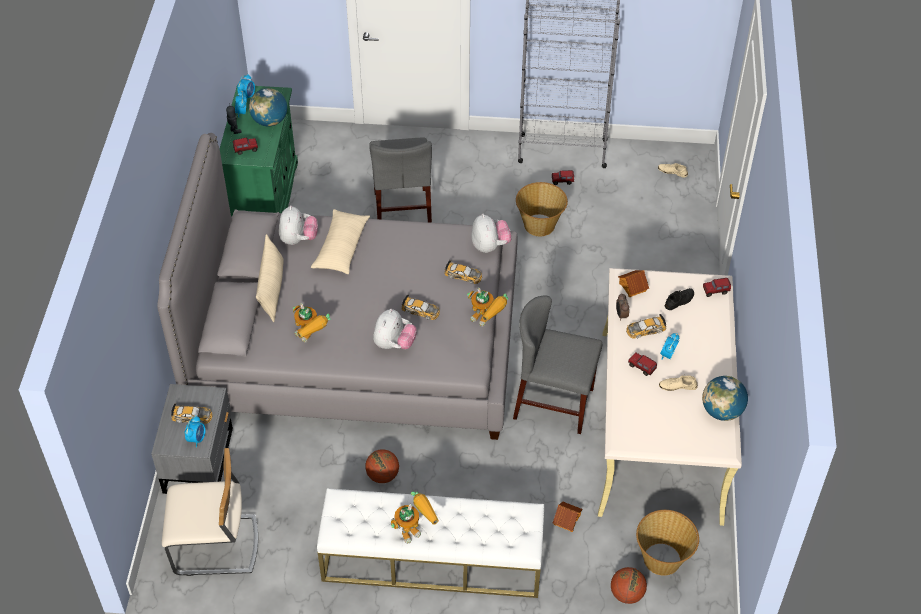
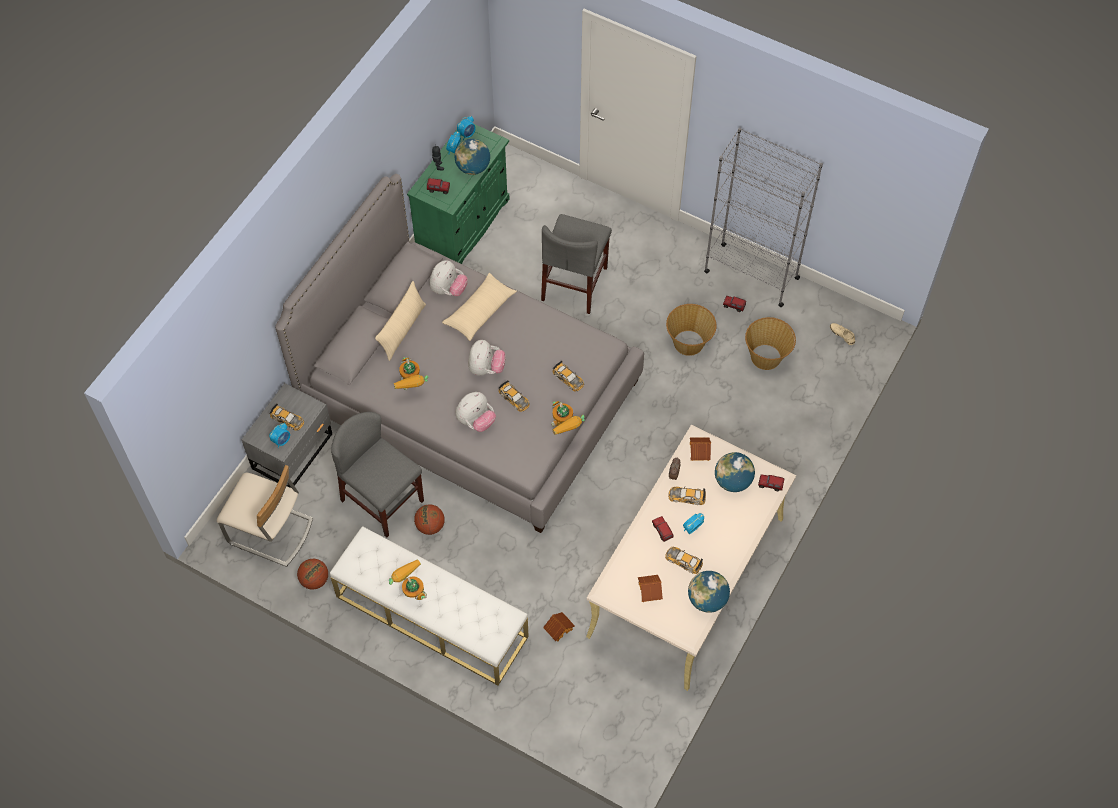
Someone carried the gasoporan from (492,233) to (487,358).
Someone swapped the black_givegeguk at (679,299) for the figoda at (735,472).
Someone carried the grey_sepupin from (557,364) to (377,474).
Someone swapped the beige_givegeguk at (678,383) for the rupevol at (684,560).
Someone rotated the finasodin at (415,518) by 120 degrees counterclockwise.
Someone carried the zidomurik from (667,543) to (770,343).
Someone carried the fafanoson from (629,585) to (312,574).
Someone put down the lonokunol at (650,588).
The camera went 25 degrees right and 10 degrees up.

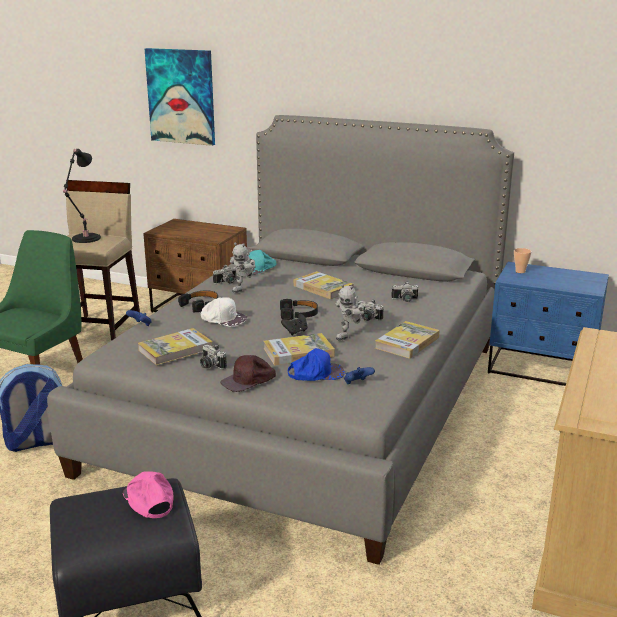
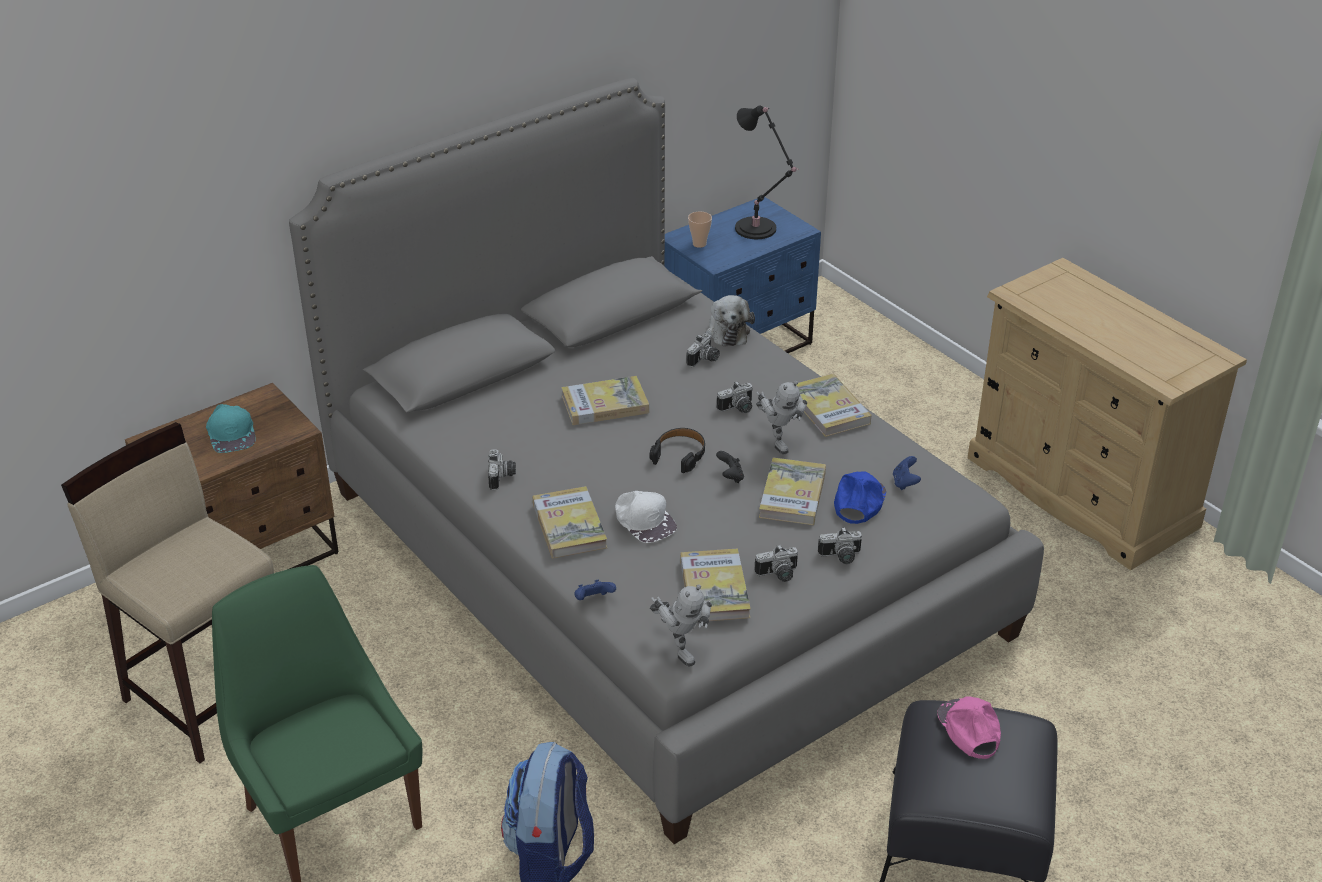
Someone took away the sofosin at (180,97).
Someone carried the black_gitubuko from (82,196) to (767,172).
Someone carried the finasodin from (243,268) to (681,625).
Someone carried the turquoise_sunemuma from (262,262) to (230,428).
Someone swapped the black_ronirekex at (198,301) for the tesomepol at (569,522).
Someone rotated the white_sunemuma at (224,312) by 90 degrees clockwise.
Someone swapped the brown_sunemuma at (248,373) for the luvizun at (840,545).
Someone rotated the pink_sunemuma at (148,494) by 75 degrees clockwise.
Someone put down the gasoporan at (730,321).
The camera went 60 degrees left and 15 degrees up.

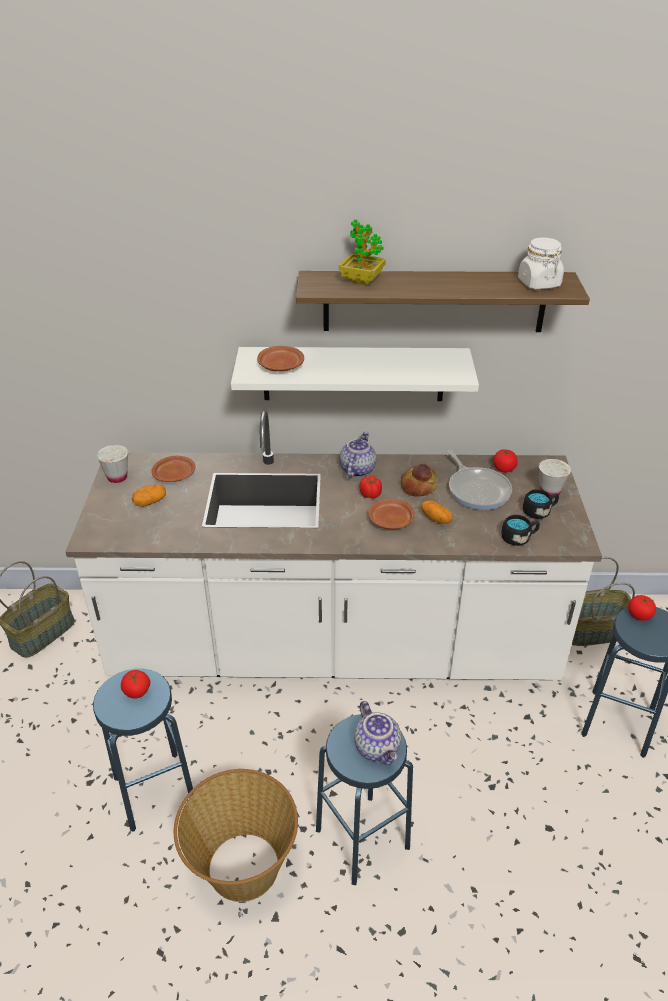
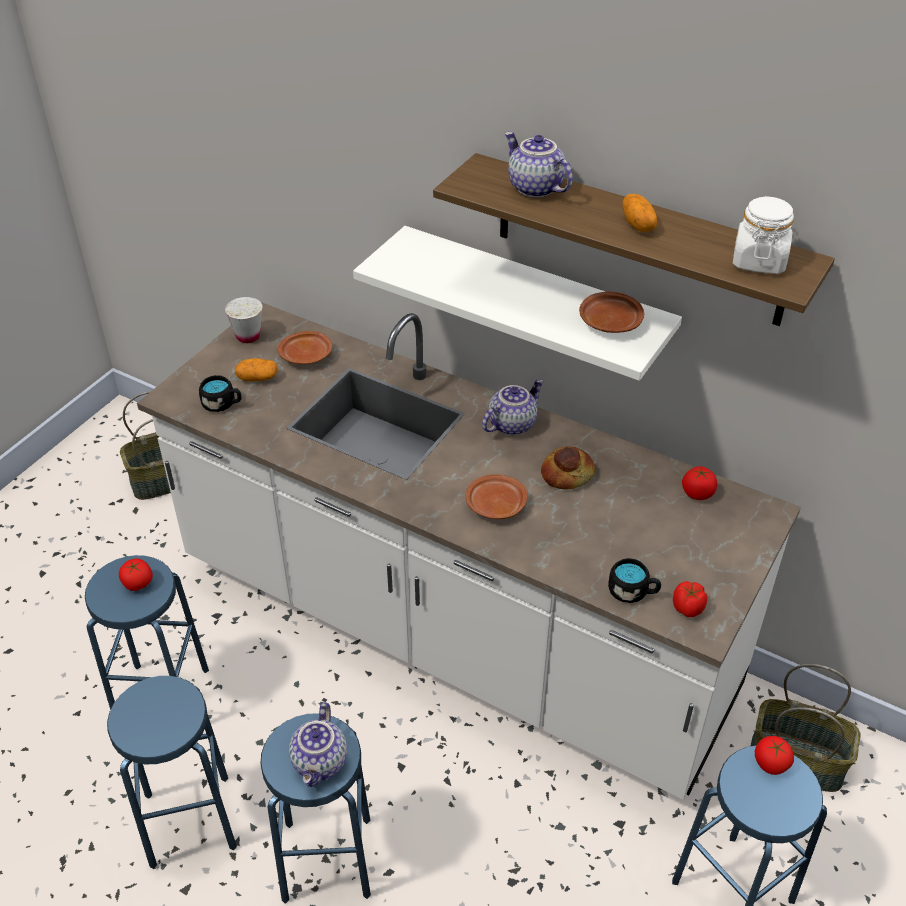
Someone swapped the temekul at (362,252) for the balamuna at (538,165).
Someone carried the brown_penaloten from (280,358) to (611,312).
Someone took away the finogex at (479,480).
Someone took away the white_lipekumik at (555,478).
Someone carried the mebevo from (370,487) to (690,599).
Someone carried the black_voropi from (541,504) to (220,393).
Someone carried the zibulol from (437,512) to (640,213).
Someone swapped the zidomurik at (236,835) for the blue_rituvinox at (172,772).
The camera went 30 degrees right and 5 degrees up.

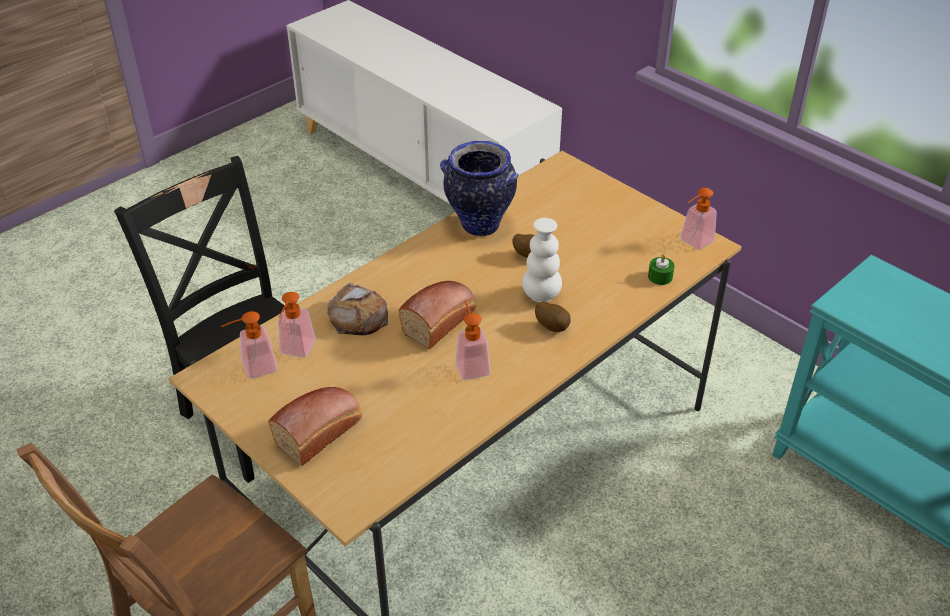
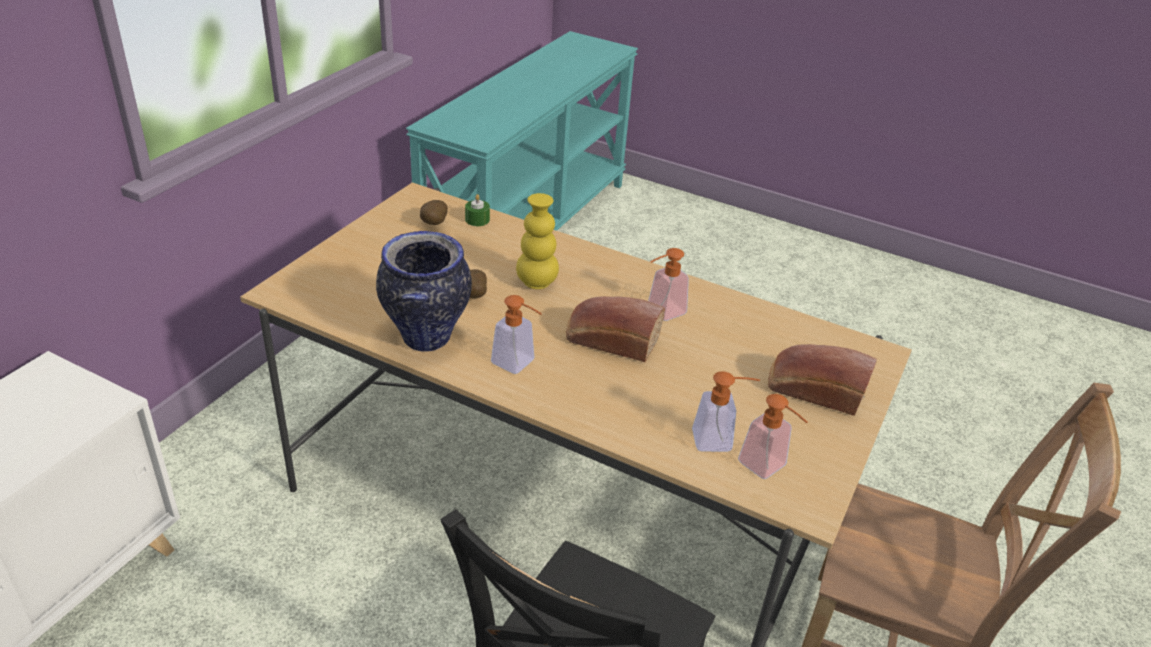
Someone carried the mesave from (698,219) to (516,334).
Someone repainted the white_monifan at (542,260), which became the yellow_monifan at (537,241).
Someone took away the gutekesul at (357,309).
Someone carried the zibulol from (553,316) to (434,212).
The camera went 110 degrees left and 5 degrees down.

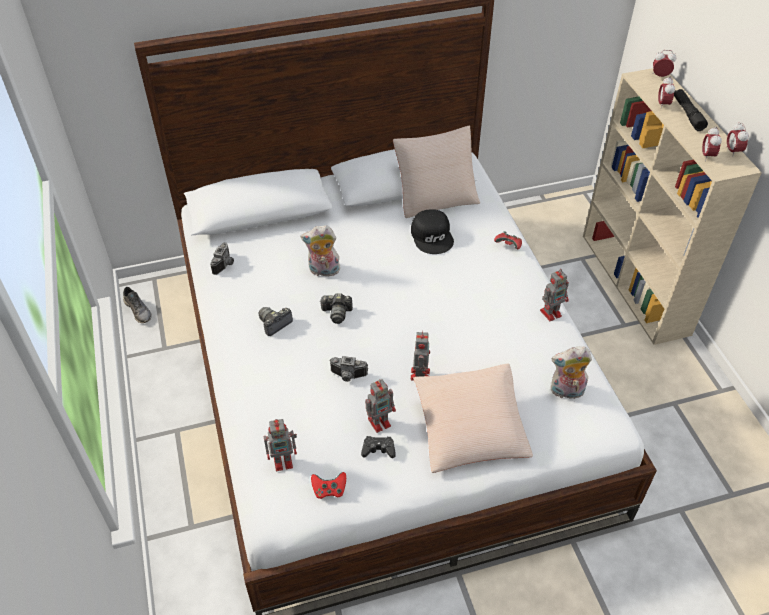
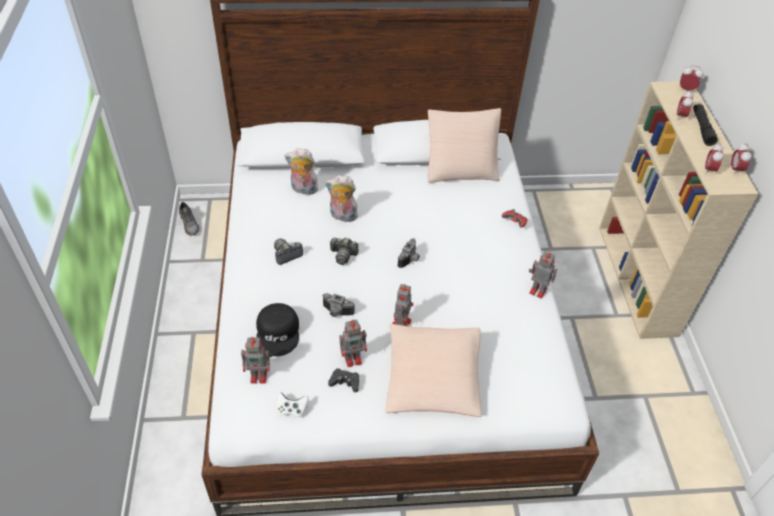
Someone carried the black_sunemuma from (432,231) to (277,329).
Someone carried the luvizun from (222,258) to (408,253).
Someone rotated the finasodin at (554,295) by 135 degrees counterclockwise.
Someone carried the gasoporan from (571,373) to (301,172).
Someone repainted the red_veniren at (328,485), which became the white_veniren at (293,404).
The camera went 10 degrees right and 0 degrees up.

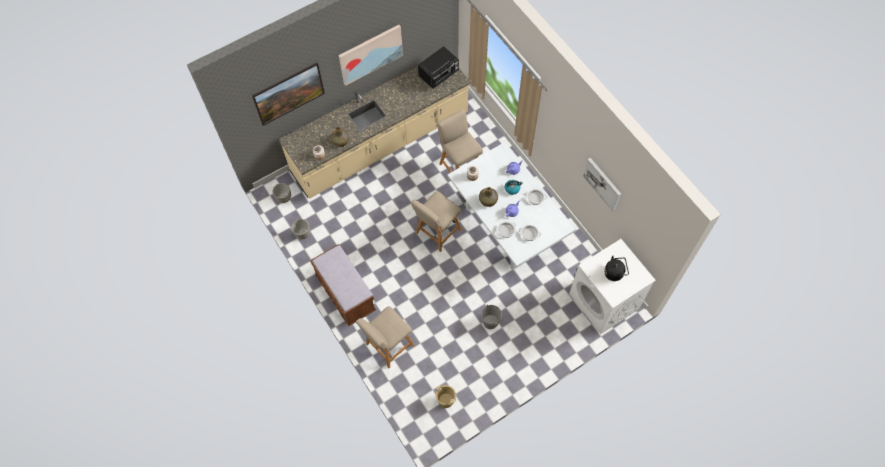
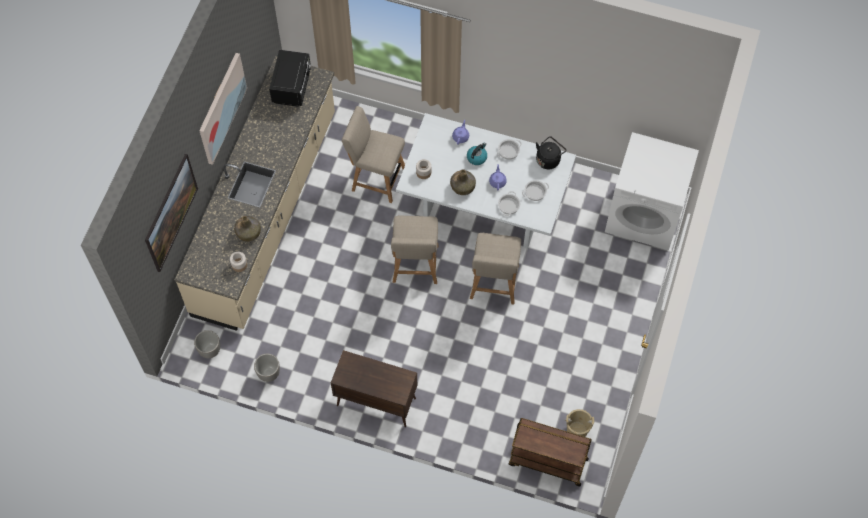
Someone took away the sofosin at (602,184).
Someone swapped the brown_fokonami at (343,285) for the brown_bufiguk at (374,388).
Someone carried the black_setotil from (616,268) to (551,152).
Someone took away the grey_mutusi at (491,317).
Someone carried the beige_sepupin from (385,337) to (495,269).
Someone put down the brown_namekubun at (550,452).
The camera went 40 degrees left and 0 degrees up.

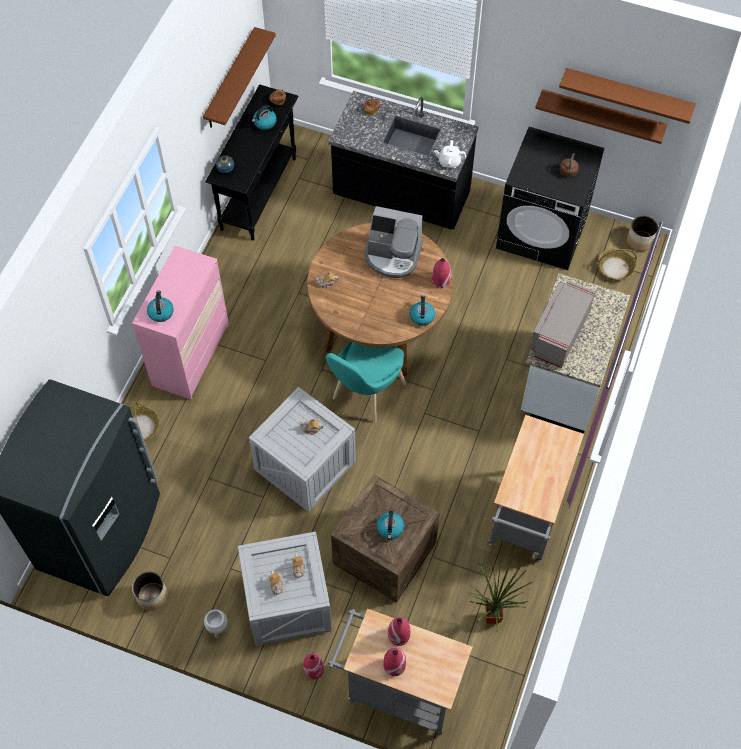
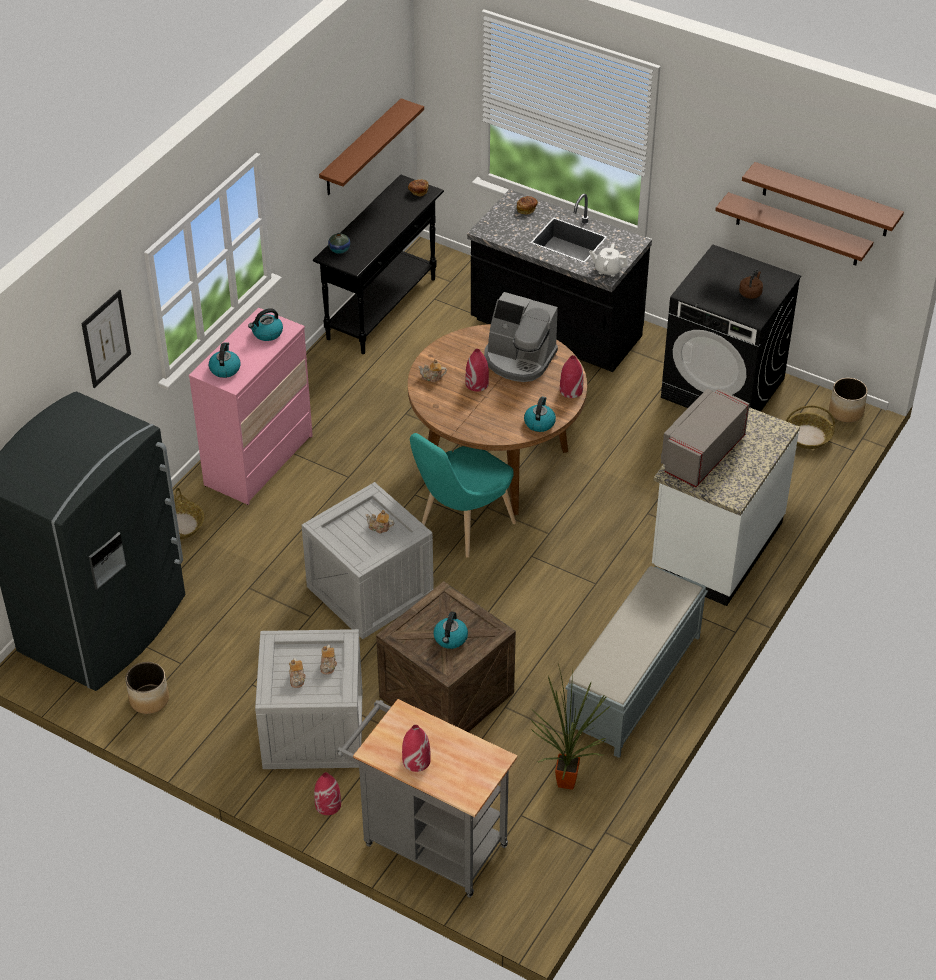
Someone carried the setotil from (264,117) to (265,324).
Someone swapped the grey_namekubun at (535,488) for the grey_fokonami at (636,662).
Someone took away the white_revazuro at (216,623).
Someone carried the red_monifan from (399,631) to (477,370).
Someone put up the sofosin at (106,339).
The camera went 10 degrees right and 15 degrees down.

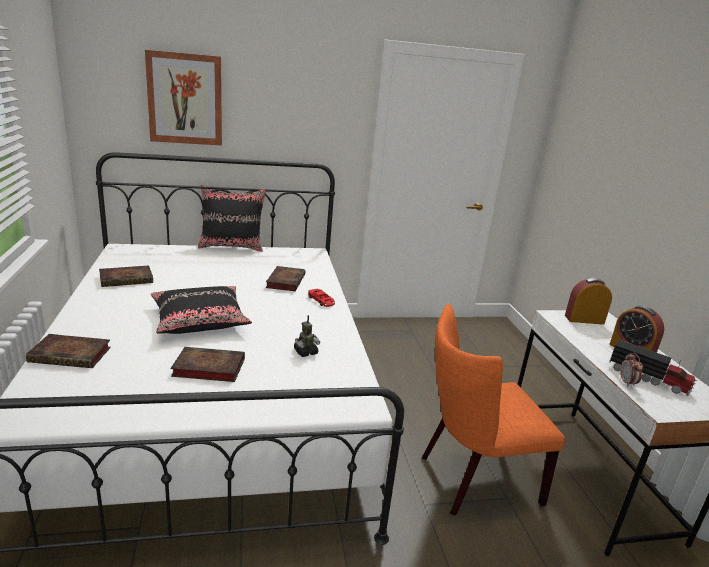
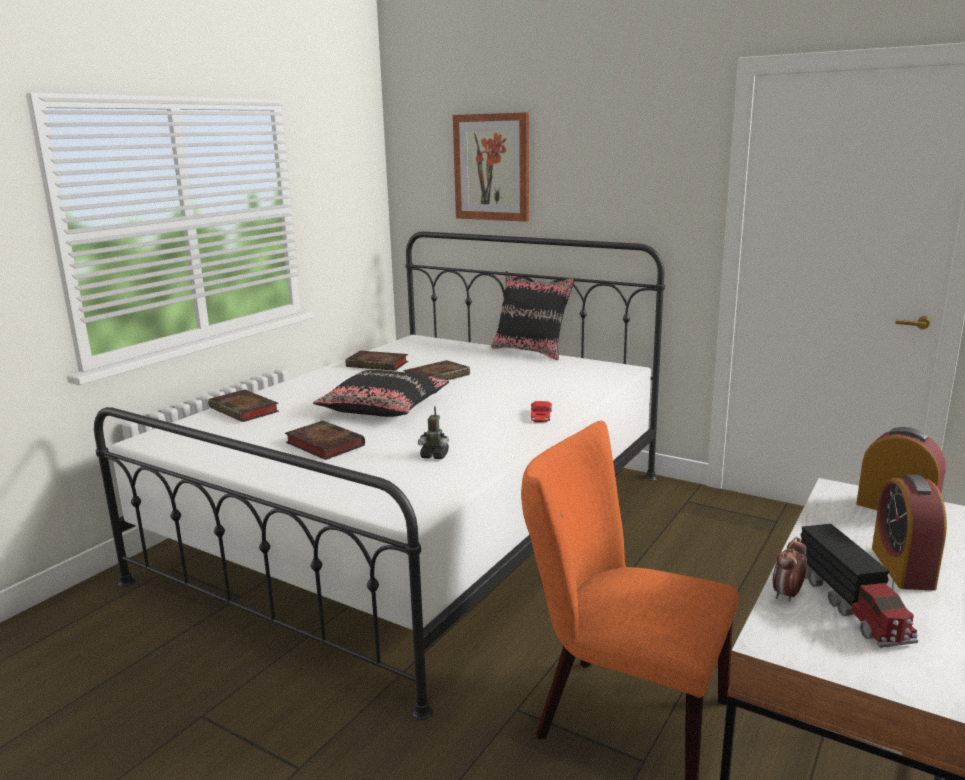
Someone carried the tesomepol from (285,278) to (436,370).
The camera went 45 degrees right and 5 degrees down.

